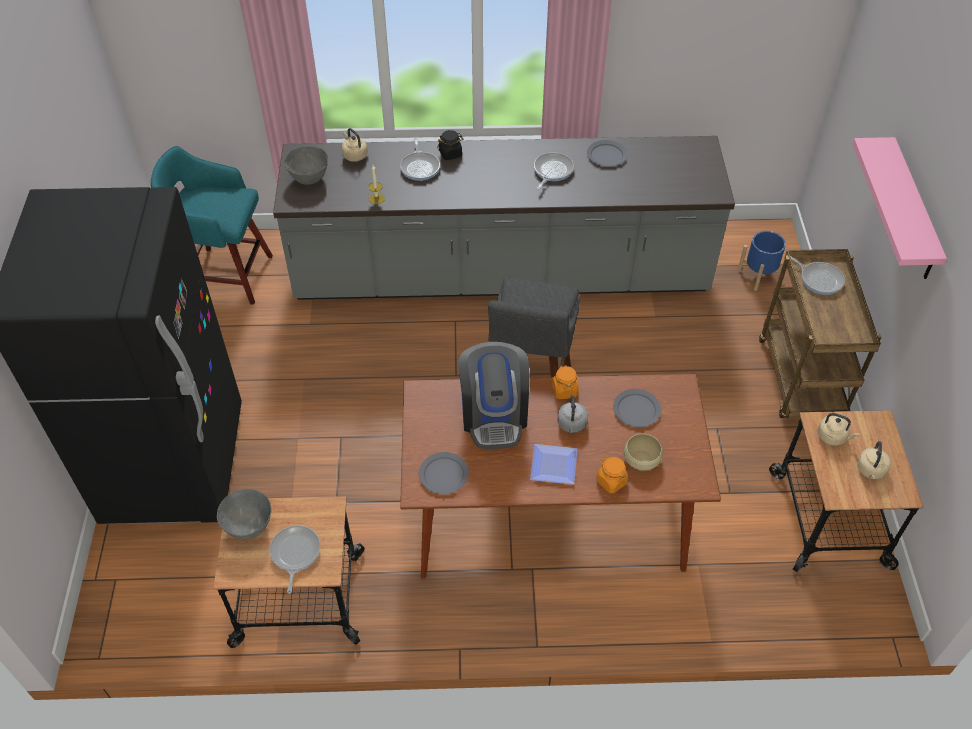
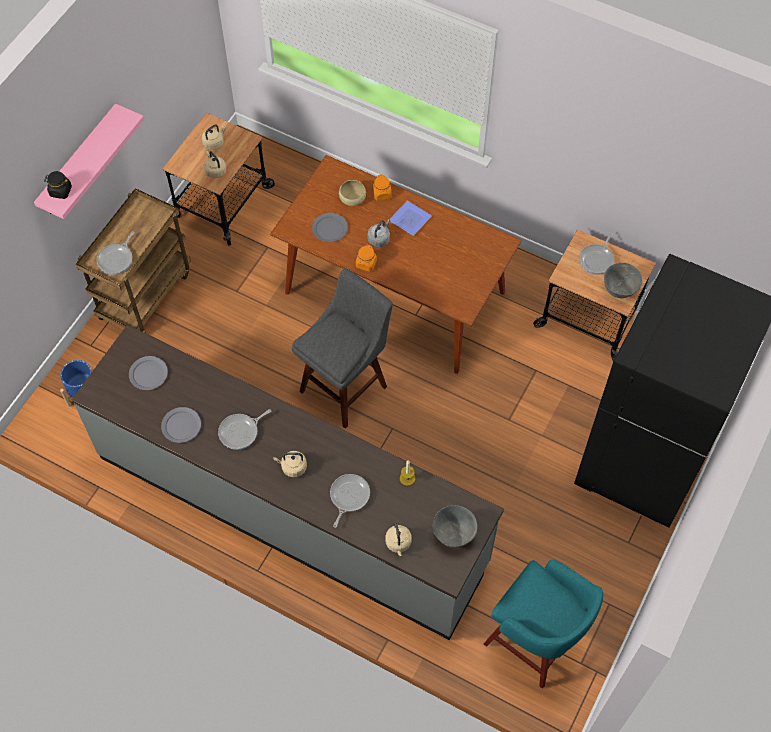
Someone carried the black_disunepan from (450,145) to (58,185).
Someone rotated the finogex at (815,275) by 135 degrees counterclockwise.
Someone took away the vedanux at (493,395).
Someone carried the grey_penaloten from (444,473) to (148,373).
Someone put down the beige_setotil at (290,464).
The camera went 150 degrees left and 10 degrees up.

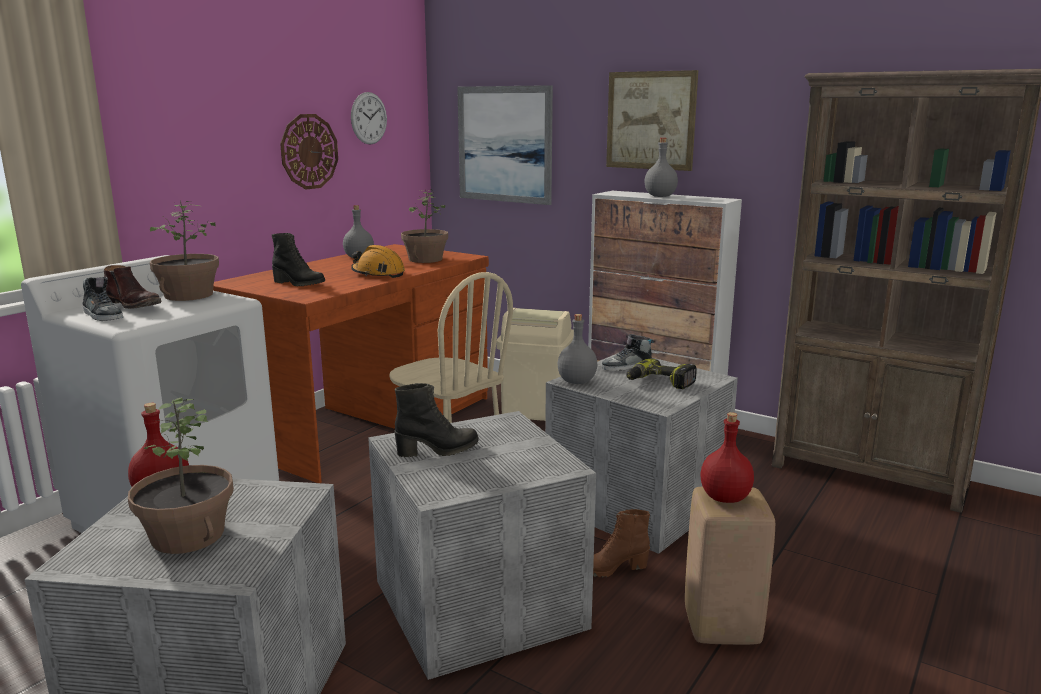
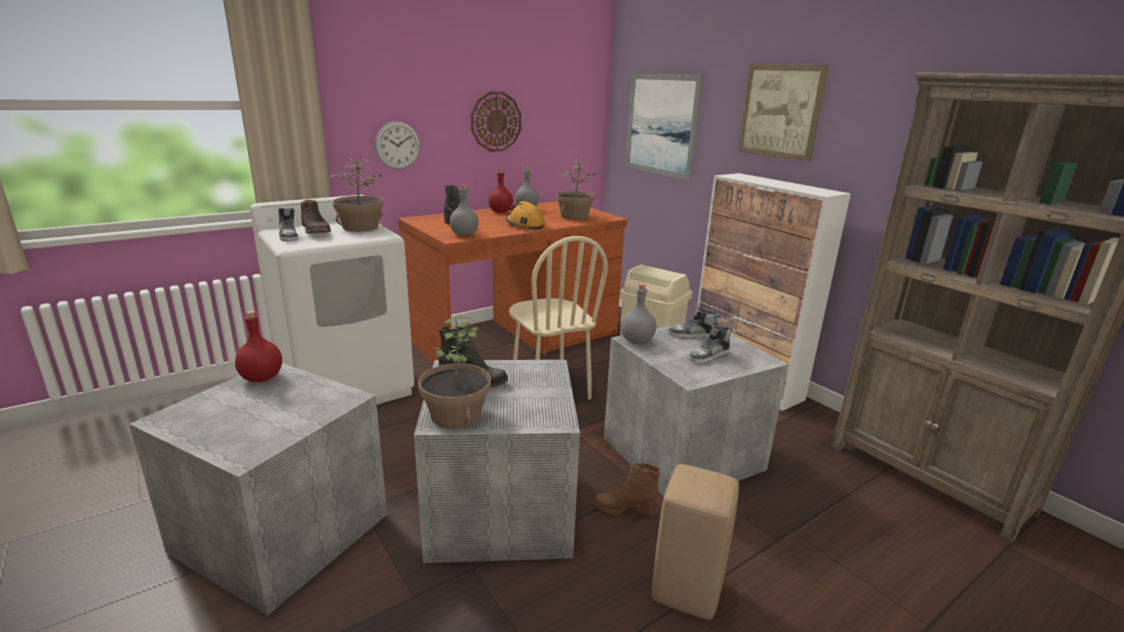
Someone carried the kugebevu from (369,118) to (397,145).
Someone carried the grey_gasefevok from (661,167) to (464,210).
Someone swapped the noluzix at (661,373) for the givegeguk at (711,344).
Someone carried the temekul from (181,476) to (454,372).
Someone carried the red_gasefevok from (727,457) to (500,191).
The camera went 20 degrees right and 5 degrees up.

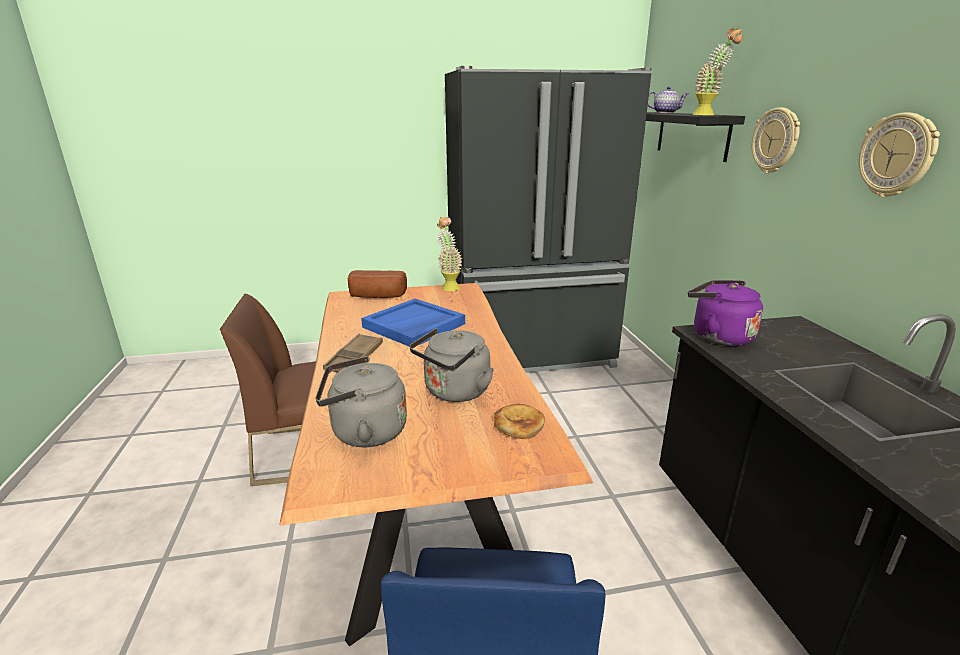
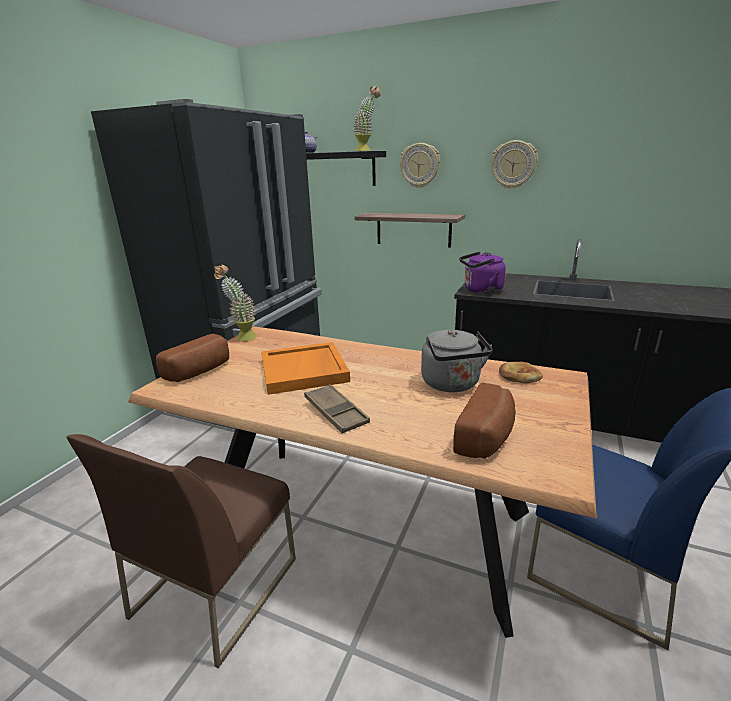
Someone repainted the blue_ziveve at (413,323), which became the orange_ziveve at (305,368).
Someone swapped the grey_setotil at (361,401) for the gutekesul at (484,420).
Someone put up the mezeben at (409,230).
The camera went 55 degrees left and 0 degrees up.

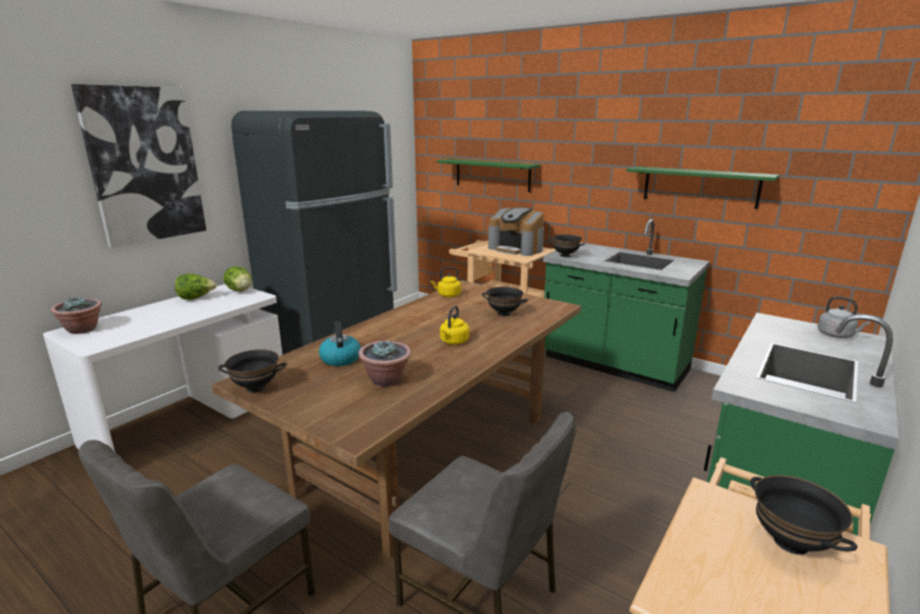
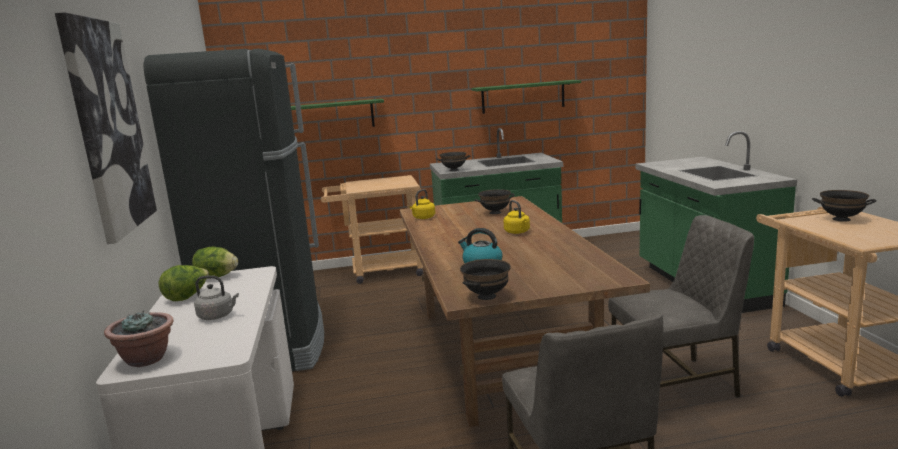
Someone took away the vedanux at (516,231).
Someone carried the grey_setotil from (843,317) to (216,297).
Someone took away the temekul at (385,364).
The camera went 45 degrees left and 5 degrees down.

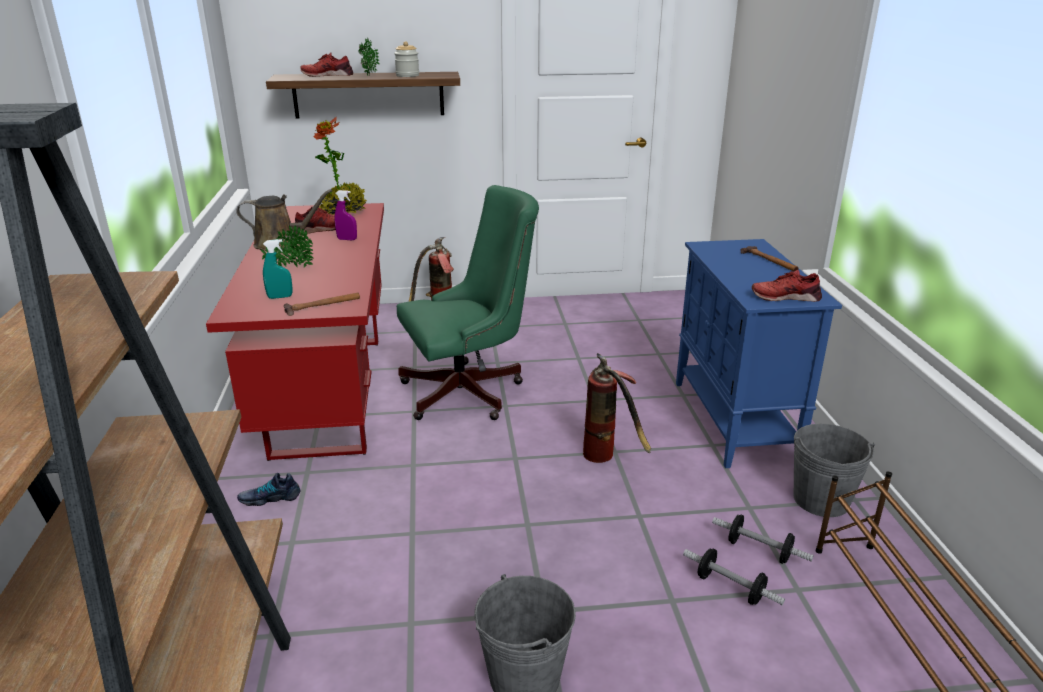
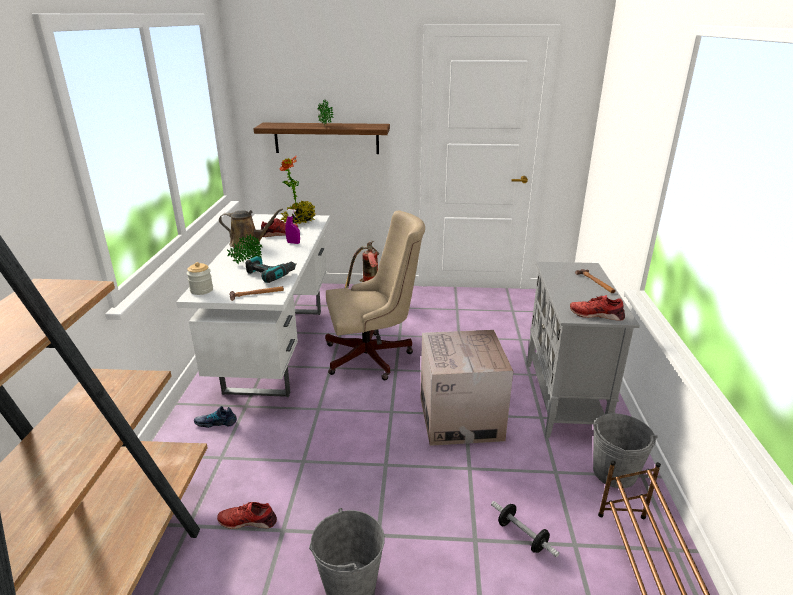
Someone carried the disunepan from (406,59) to (200,278).
Someone carried the red_givegeguk from (327,65) to (247,515).
Someone repainted the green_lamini at (468,302), which became the beige_lamini at (375,295).
Someone repainted the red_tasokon at (295,332), which became the white_tasokon at (253,305).
Someone took away the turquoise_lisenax at (277,269).
Someone repainted the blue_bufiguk at (759,353), which became the grey_bufiguk at (583,350).
Someone swapped the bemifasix at (617,408) for the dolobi at (467,388).
Someone took away the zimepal at (763,539).
Someone put down the noluzix at (271,269).
The camera went 10 degrees right and 0 degrees up.

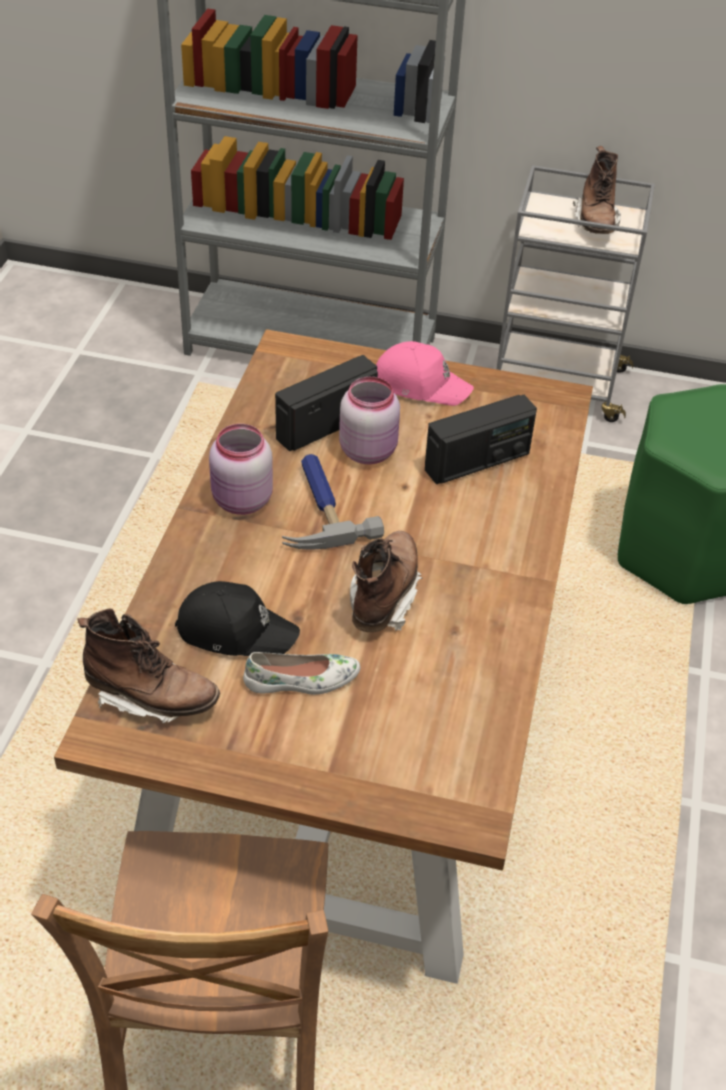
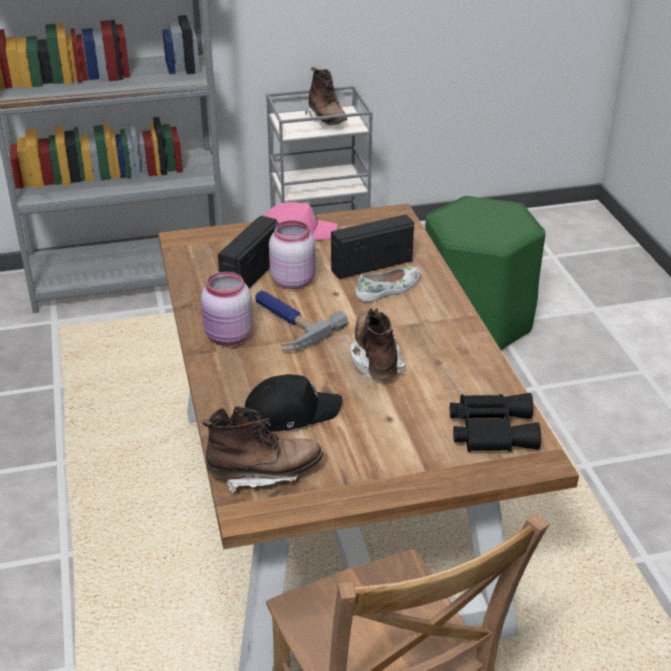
Someone rotated the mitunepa at (481,439) by 150 degrees counterclockwise.
Someone carried the white_givegeguk from (301,673) to (388,284).
Someone put down the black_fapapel at (495,422).
The camera went 25 degrees left and 10 degrees down.

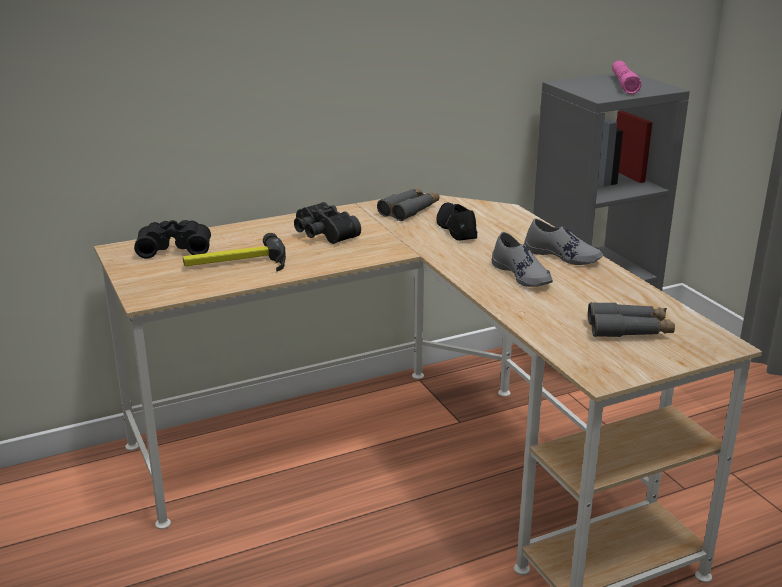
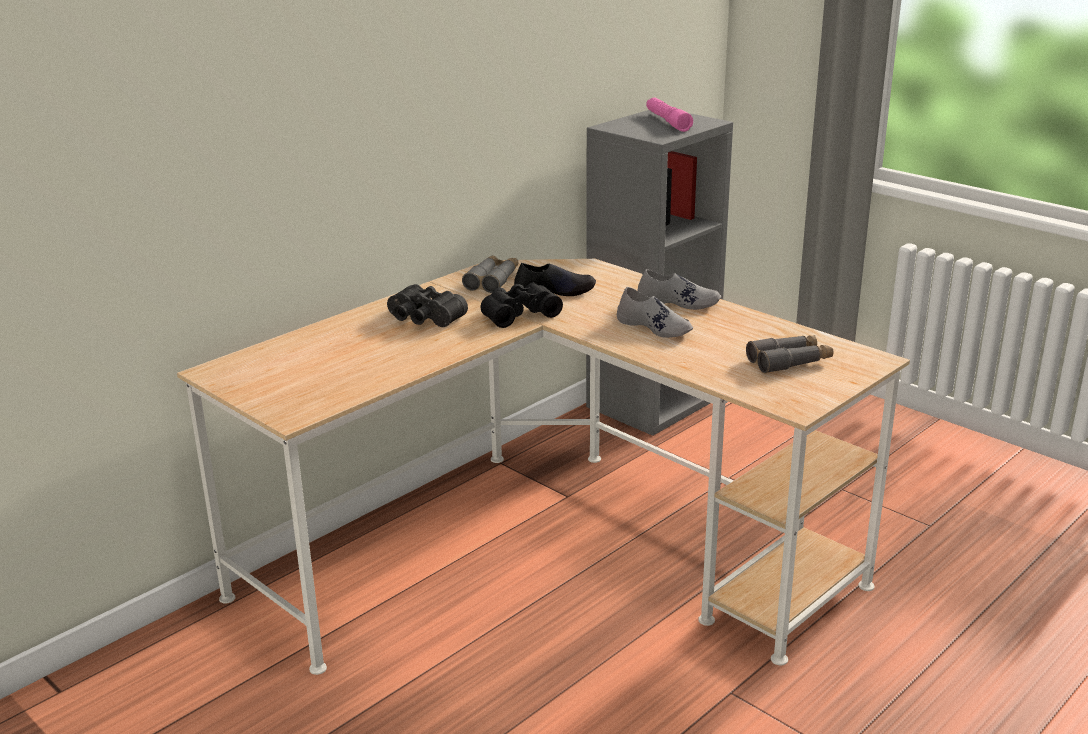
Someone rotated the black_givegeguk at (456,222) by 120 degrees clockwise.
Someone carried the black_fapapel from (172,239) to (522,305).
Someone took away the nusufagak at (234,252).
The camera went 20 degrees left and 0 degrees up.

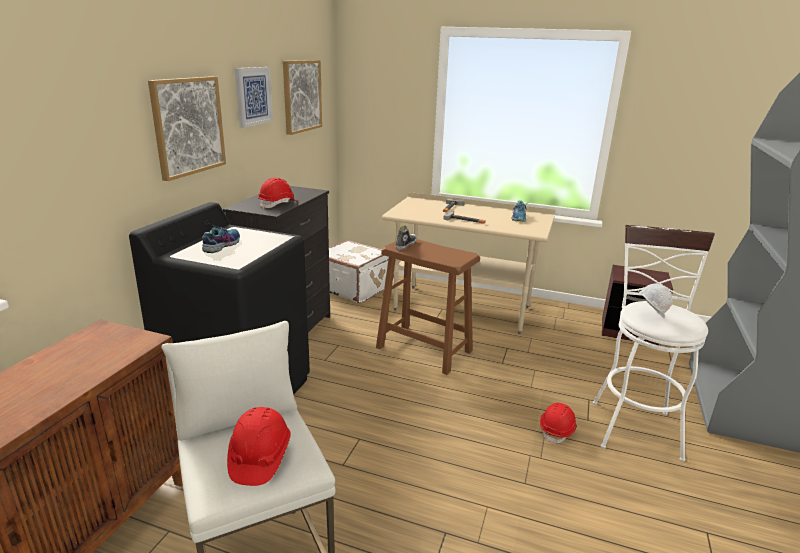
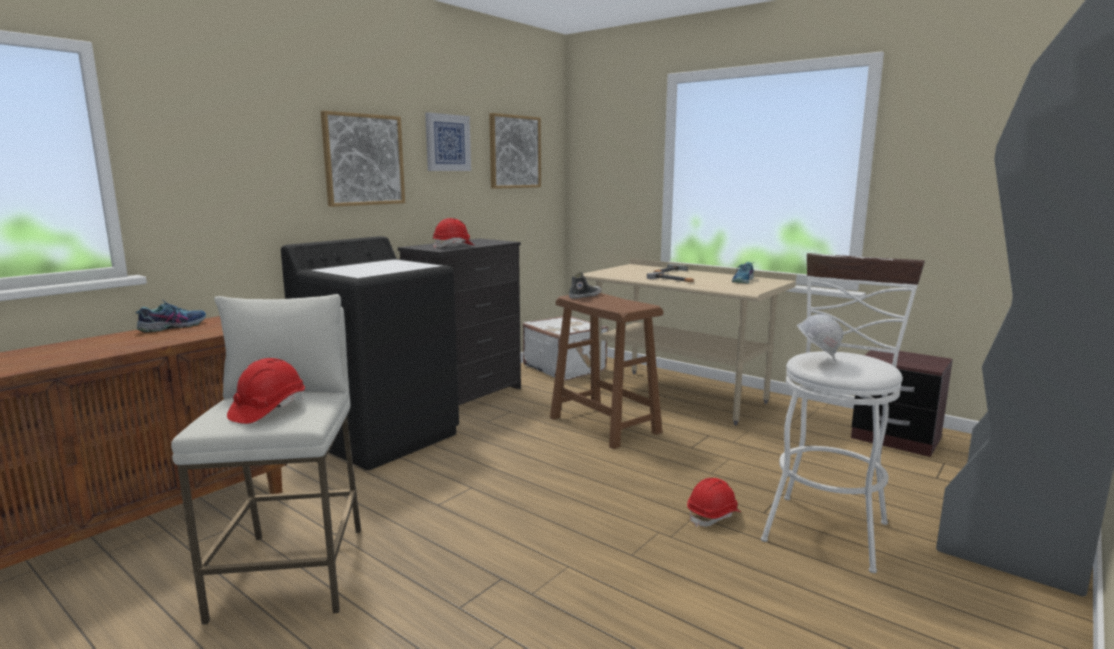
Someone carried the givegeguk from (221,238) to (171,316).
The camera went 20 degrees right and 10 degrees down.

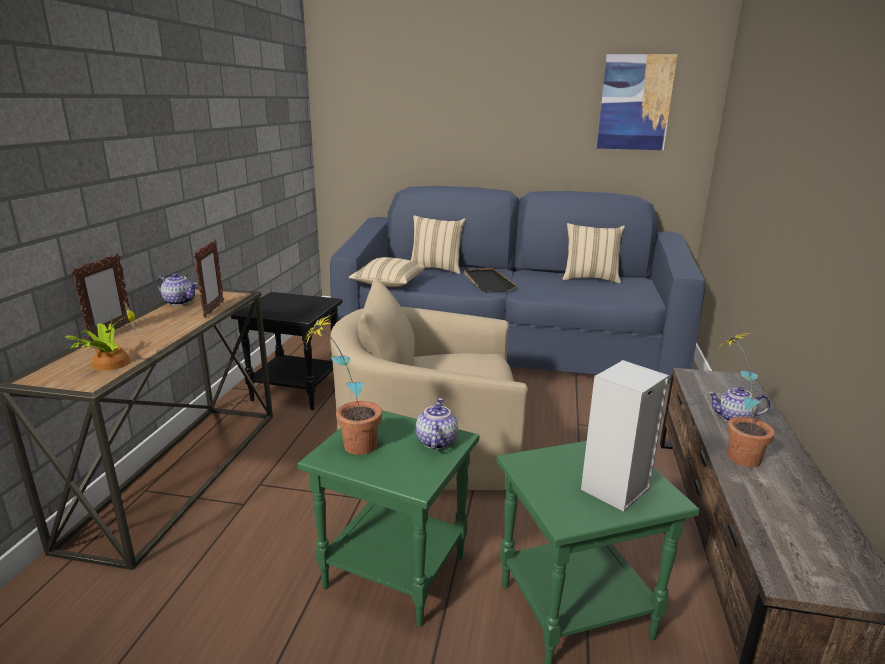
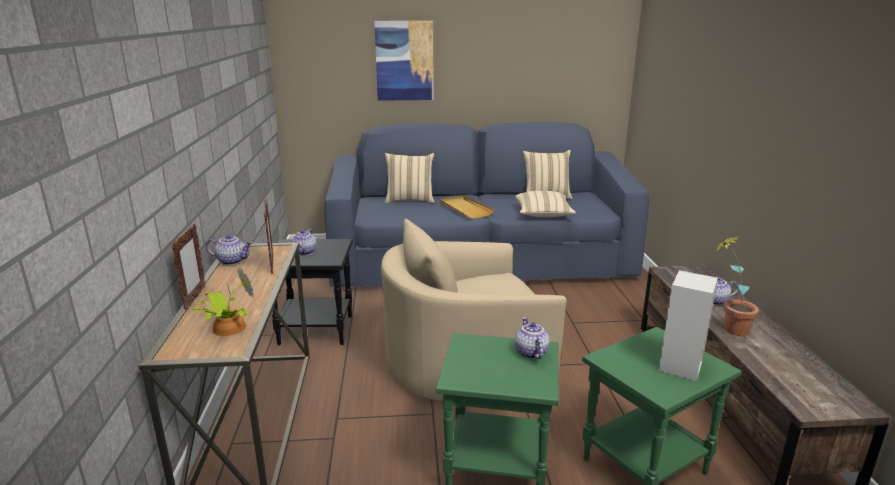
Someone carried the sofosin from (637,102) to (403,61).
Someone carried the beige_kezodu from (386,272) to (545,204).
Someone repainted the black_ziveve at (490,280), which became the beige_ziveve at (467,207).
Someone took away the temekul at (343,384).
Someone put down the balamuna at (304,242).
The camera went 15 degrees left and 0 degrees up.

